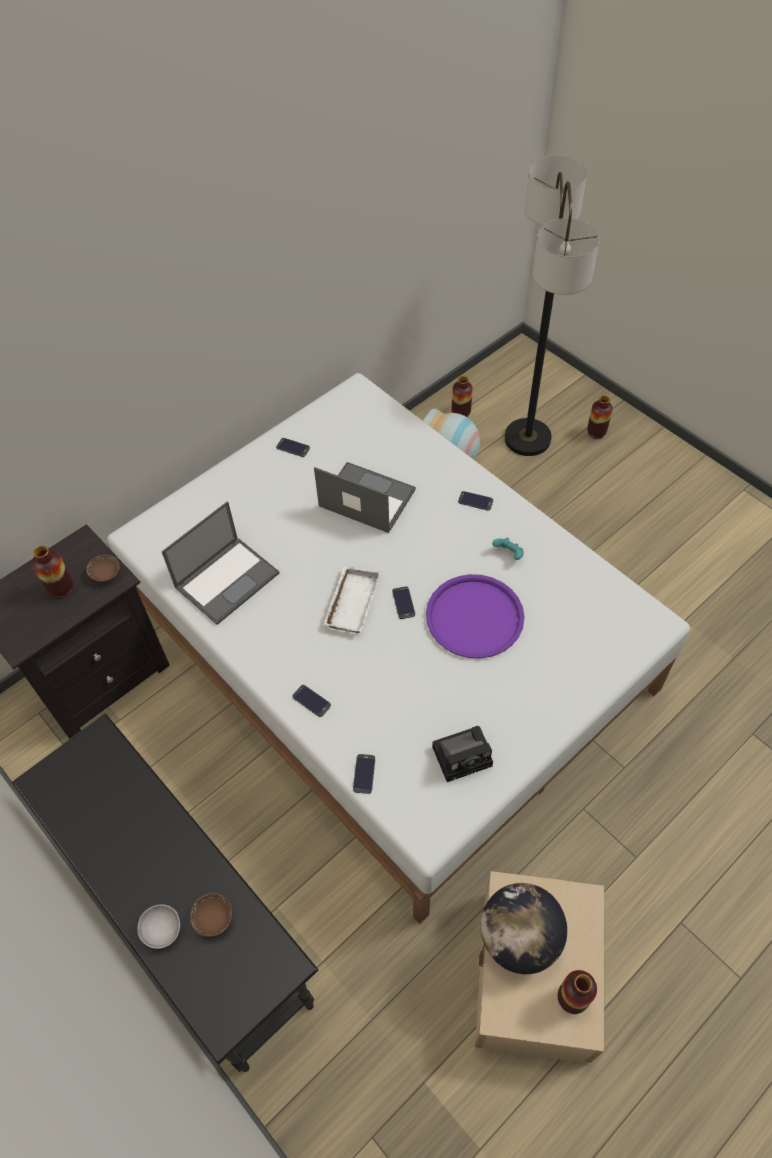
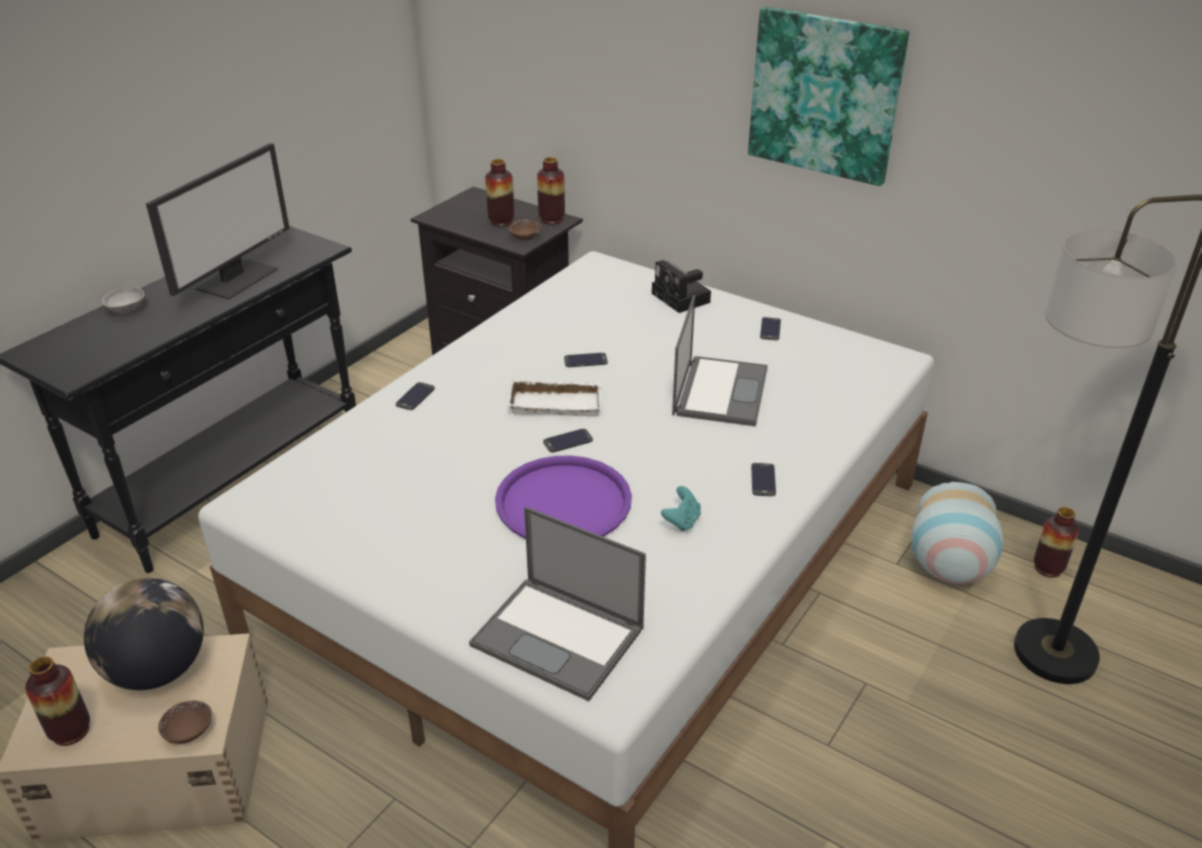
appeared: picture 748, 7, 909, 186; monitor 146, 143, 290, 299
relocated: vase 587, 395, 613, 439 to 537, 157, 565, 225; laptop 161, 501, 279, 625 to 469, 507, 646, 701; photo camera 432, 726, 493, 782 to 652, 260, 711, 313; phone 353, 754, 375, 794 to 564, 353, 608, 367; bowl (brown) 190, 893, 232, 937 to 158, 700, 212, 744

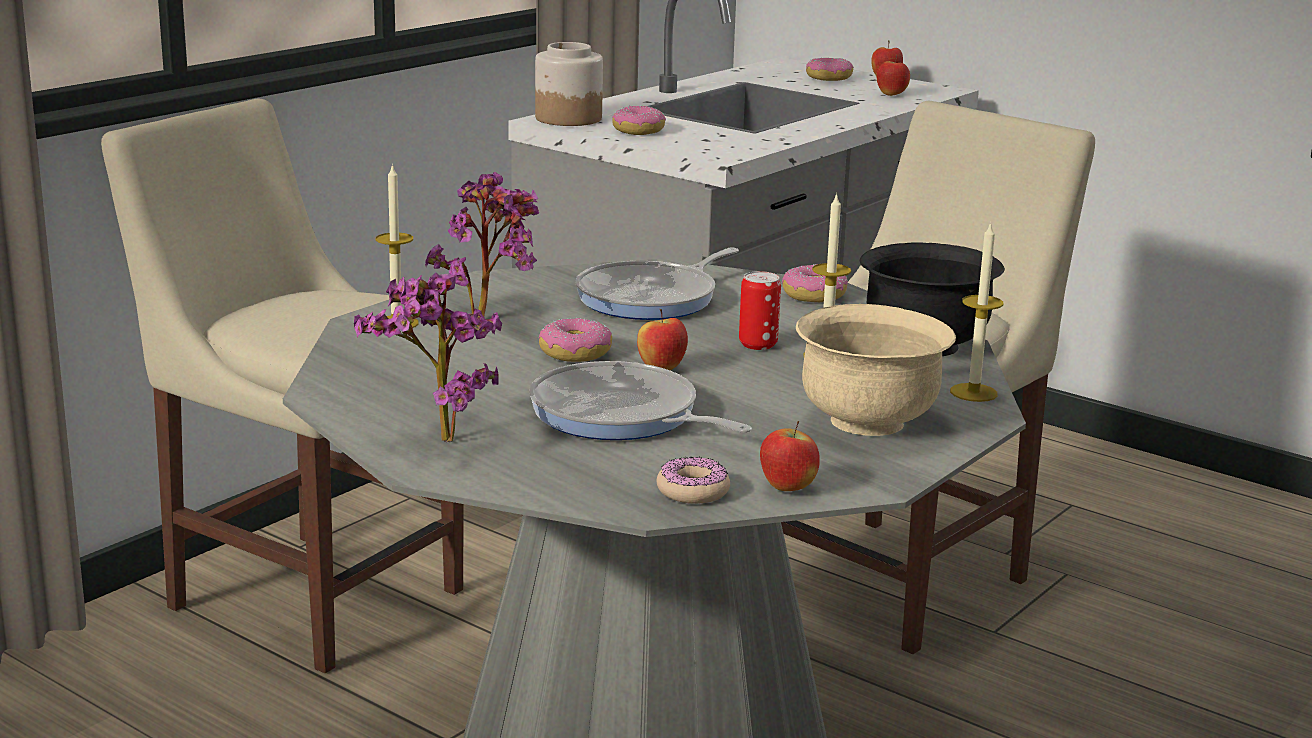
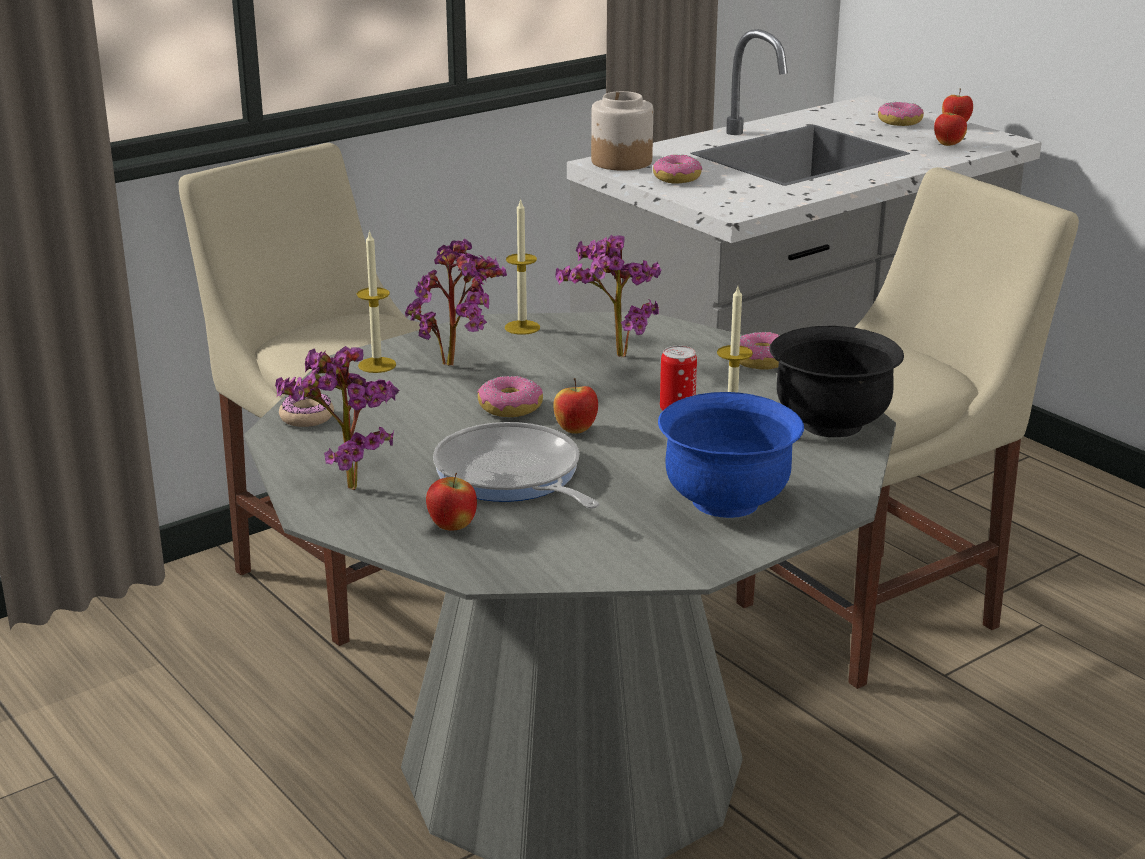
relocated: candle 950, 222, 1004, 402 to 505, 198, 540, 335; apple 760, 421, 820, 491 to 426, 473, 477, 530; donut 657, 457, 730, 504 to 279, 394, 334, 427
exchanged: frying pan 575, 247, 739, 320 to potted plant 556, 235, 661, 358
colour: bowl (beige) 796, 304, 956, 436 to bowl (blue) 658, 392, 804, 518

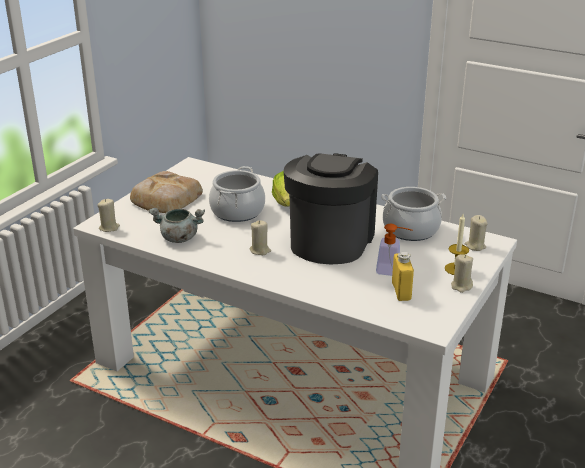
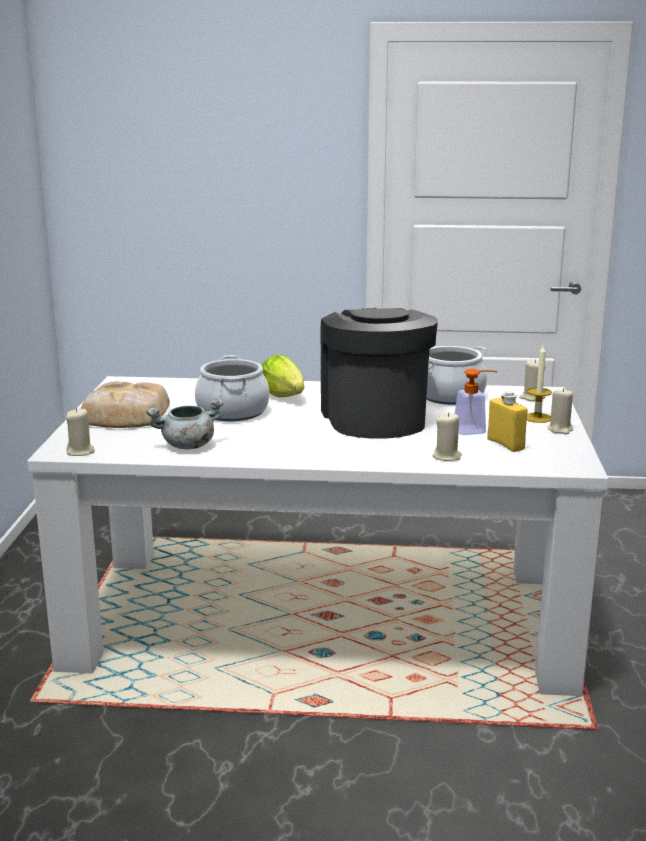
relocated: candle (beige) 250, 220, 271, 255 to 433, 413, 462, 461

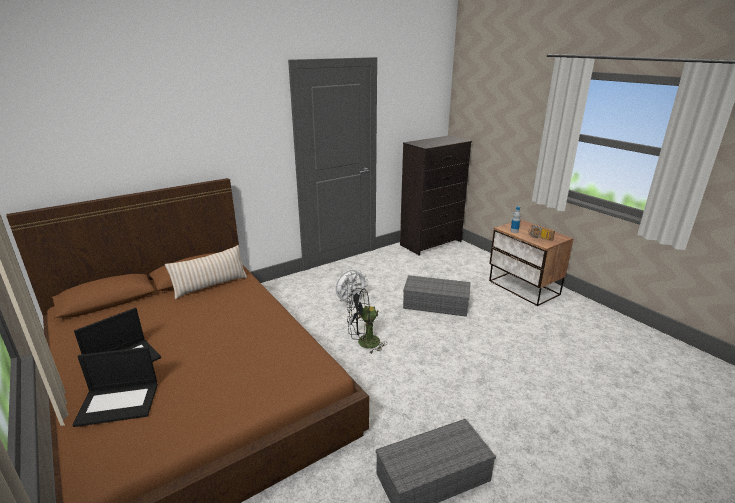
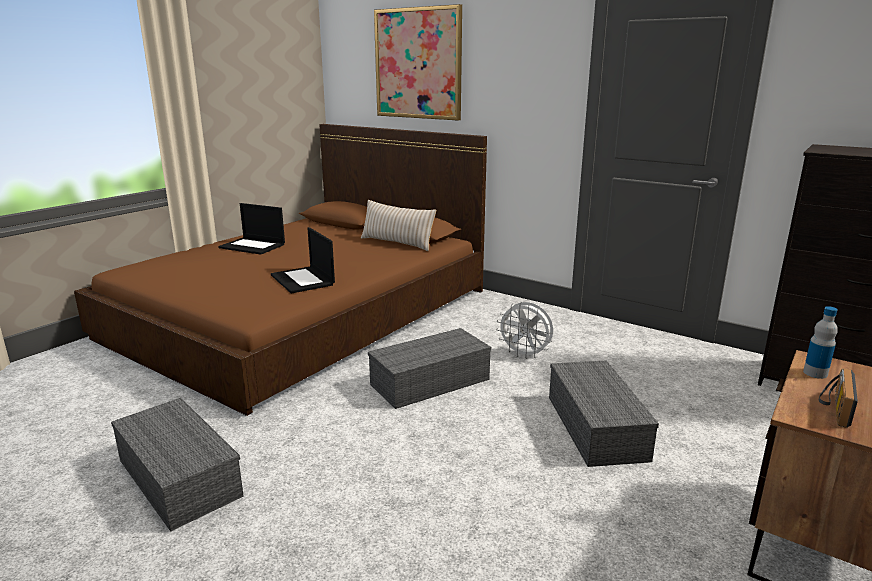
appeared: picture 374, 4, 462, 120
relocated: laptop 73, 347, 158, 427 to 271, 227, 335, 293
exchanged: fan (black) 347, 288, 388, 354 to storage box (grey) 368, 328, 491, 409

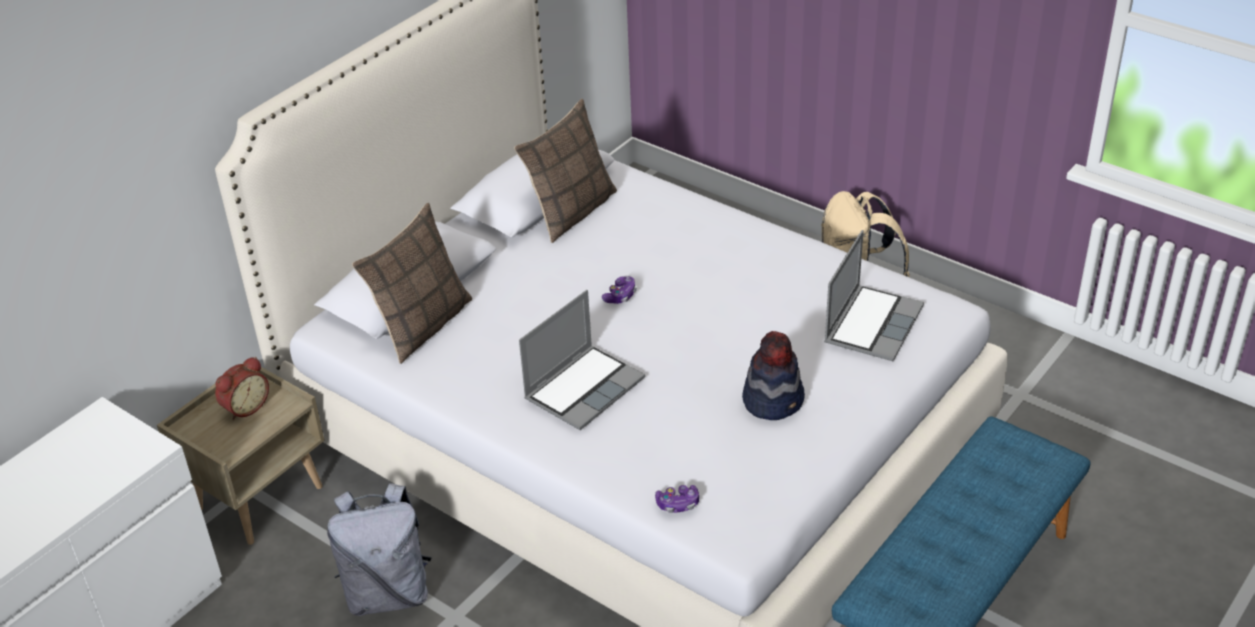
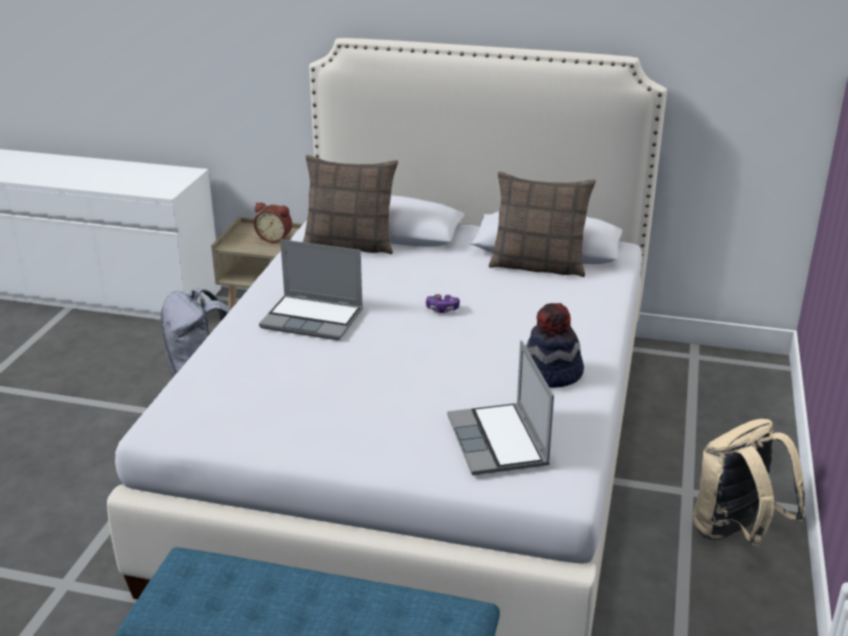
missing: game controller 655, 485, 699, 513
relocated: hat 742, 331, 805, 420 to 526, 303, 584, 388
spun: laptop 824, 230, 924, 361 = 447, 340, 554, 475 75 degrees clockwise

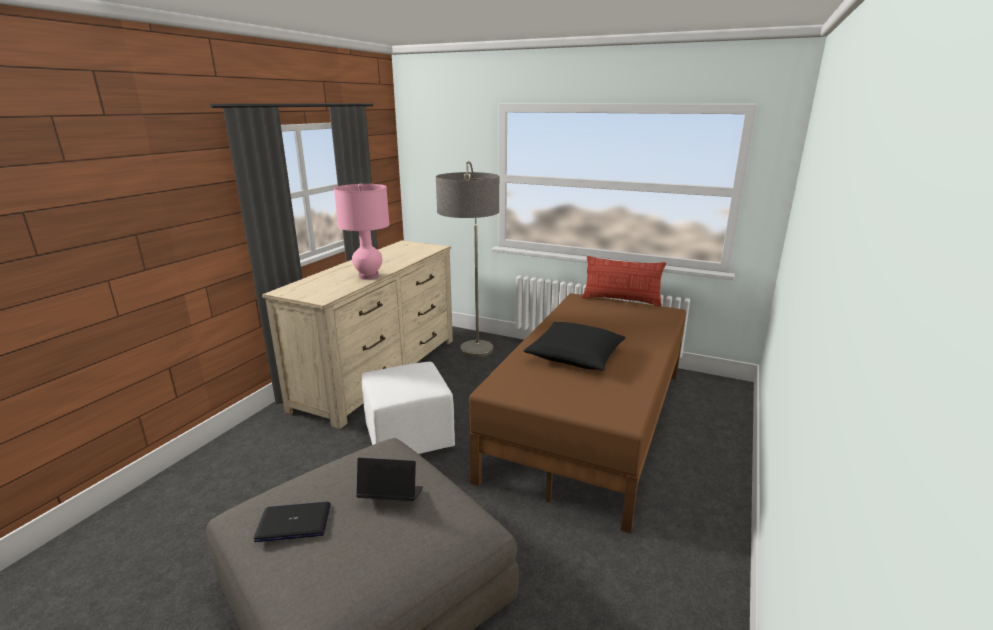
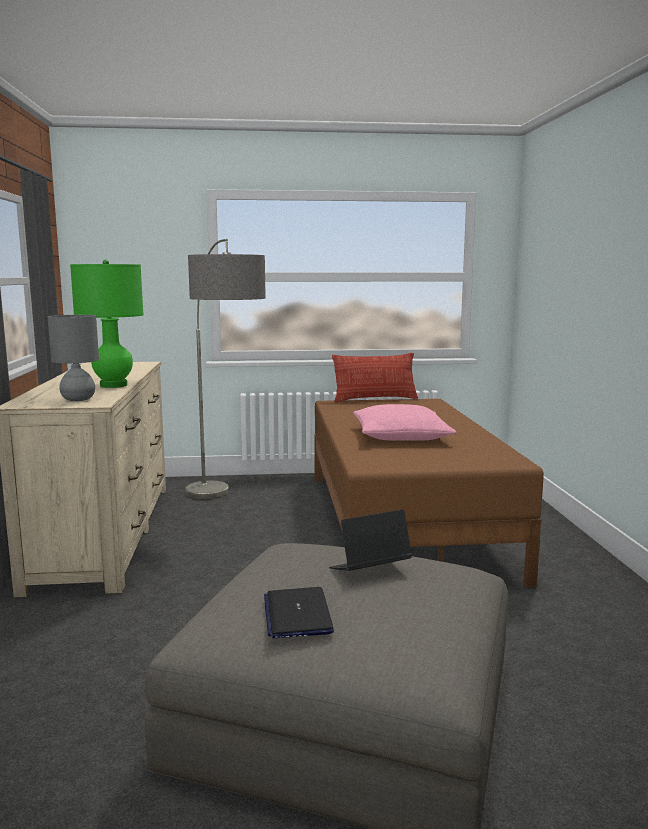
missing: ottoman (white) 361, 361, 455, 454
appeared: table lamp (grey) 48, 315, 99, 401
colour: table lamp (pink) 334, 184, 390, 280 to table lamp (green) 70, 260, 144, 388; pillow (black) 523, 322, 625, 371 to pillow (pink) 354, 404, 456, 441
spun: laptop 254, 501, 331, 542 = 264, 587, 334, 638 60 degrees counterclockwise

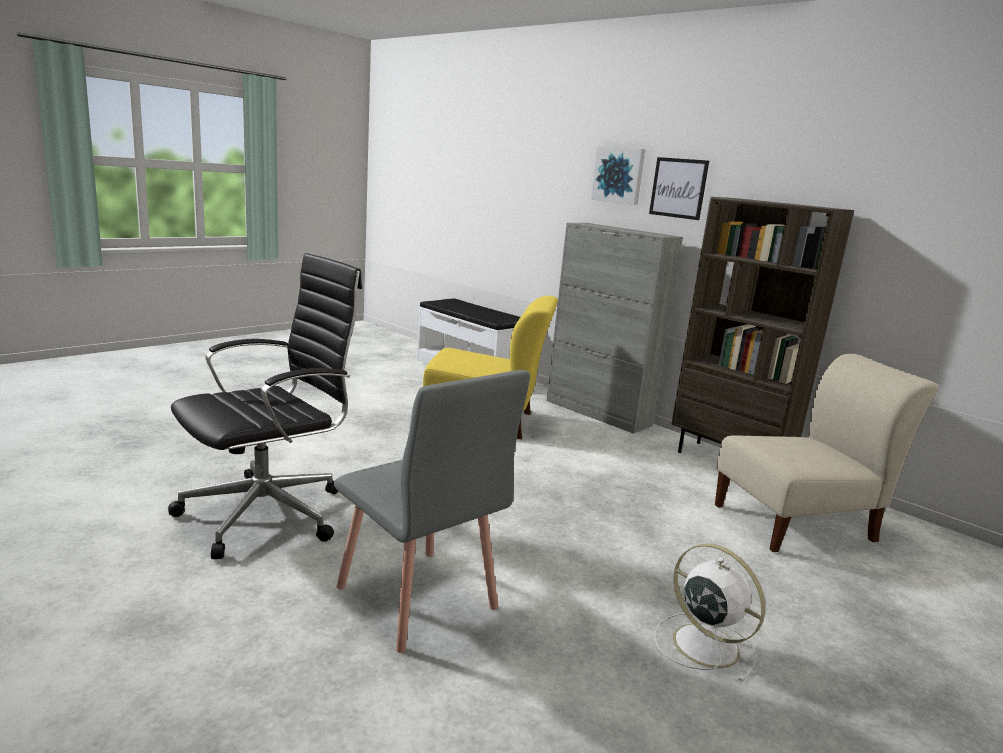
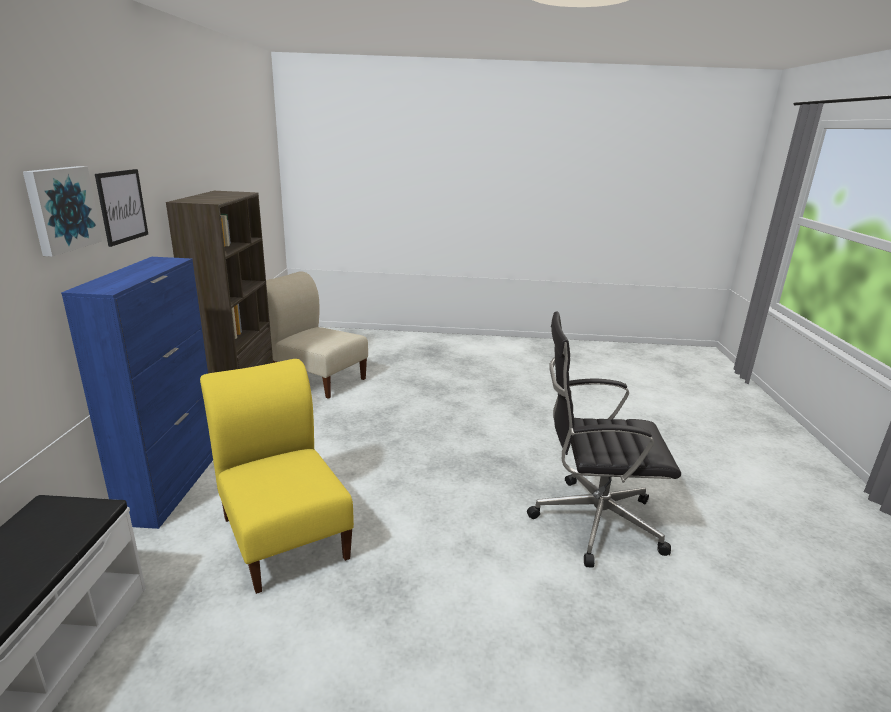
missing: chair (grey) 334, 370, 530, 653; fan (white) 654, 544, 765, 682
colour: cabinet (grey) 547, 223, 683, 434 to cabinet (blue) 61, 257, 213, 529

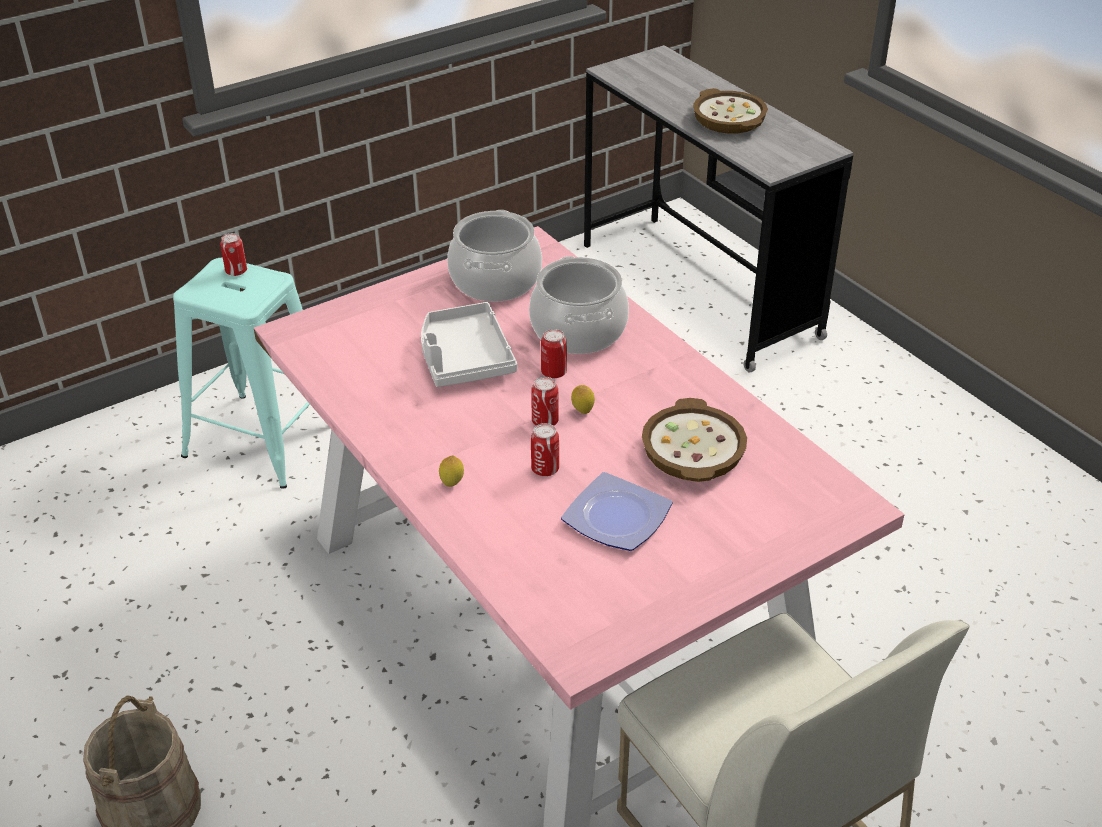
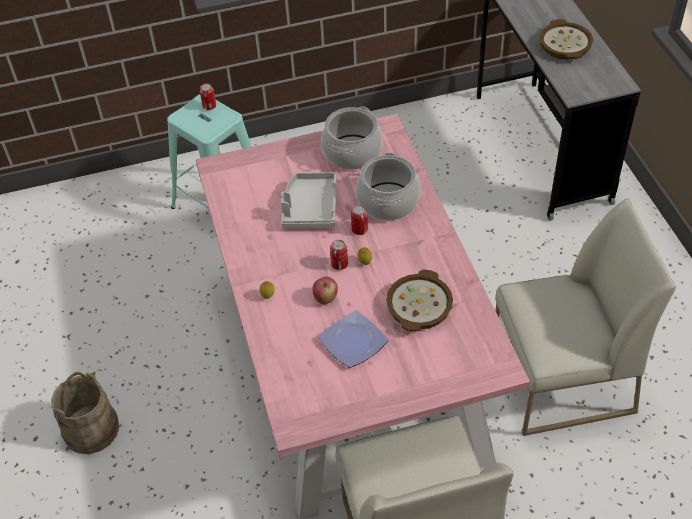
appeared: chair (white) 495, 198, 676, 436
exchanged: can 531, 423, 559, 476 to apple 313, 277, 338, 304

